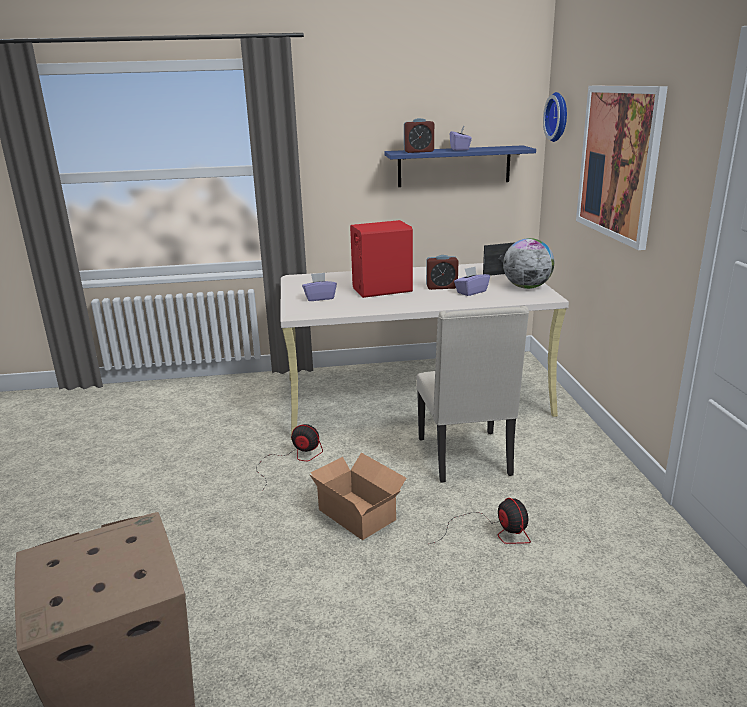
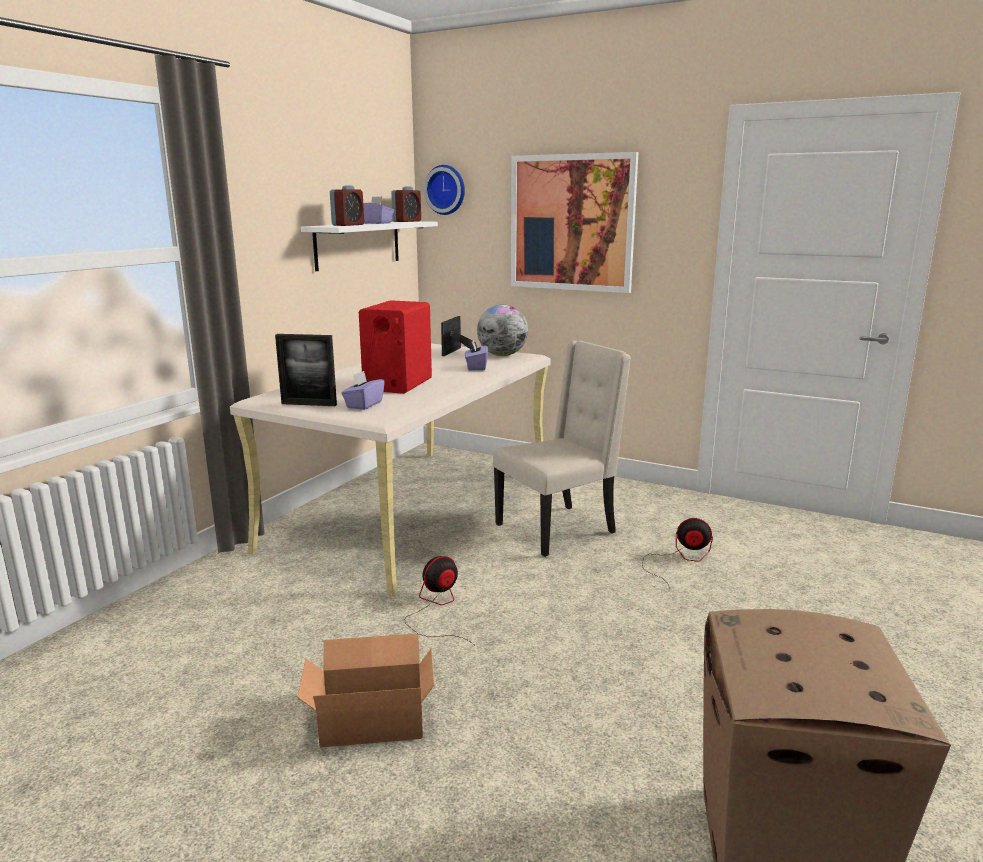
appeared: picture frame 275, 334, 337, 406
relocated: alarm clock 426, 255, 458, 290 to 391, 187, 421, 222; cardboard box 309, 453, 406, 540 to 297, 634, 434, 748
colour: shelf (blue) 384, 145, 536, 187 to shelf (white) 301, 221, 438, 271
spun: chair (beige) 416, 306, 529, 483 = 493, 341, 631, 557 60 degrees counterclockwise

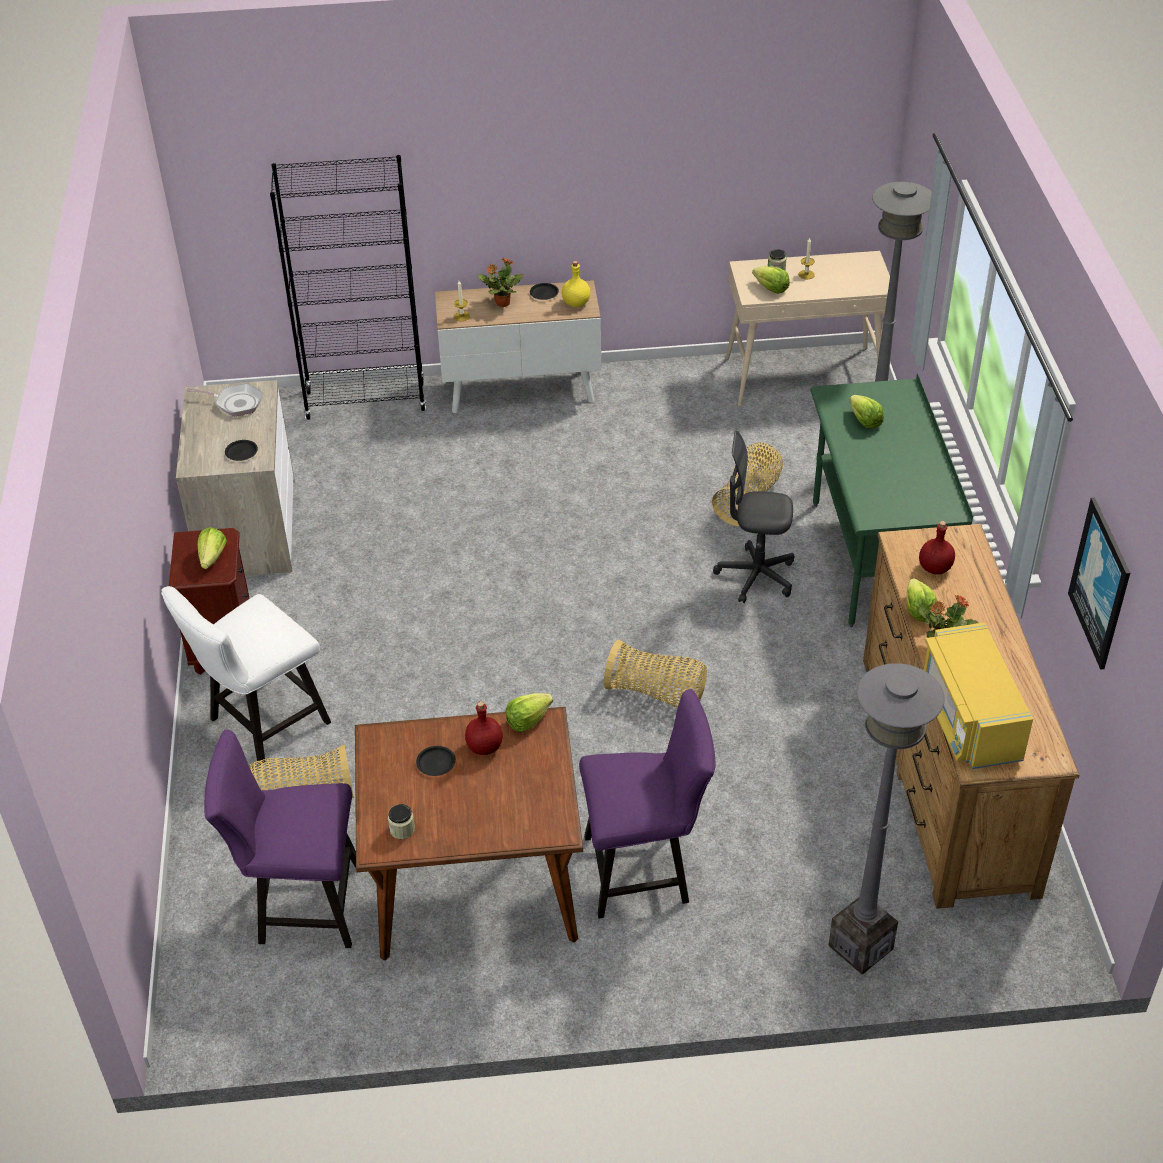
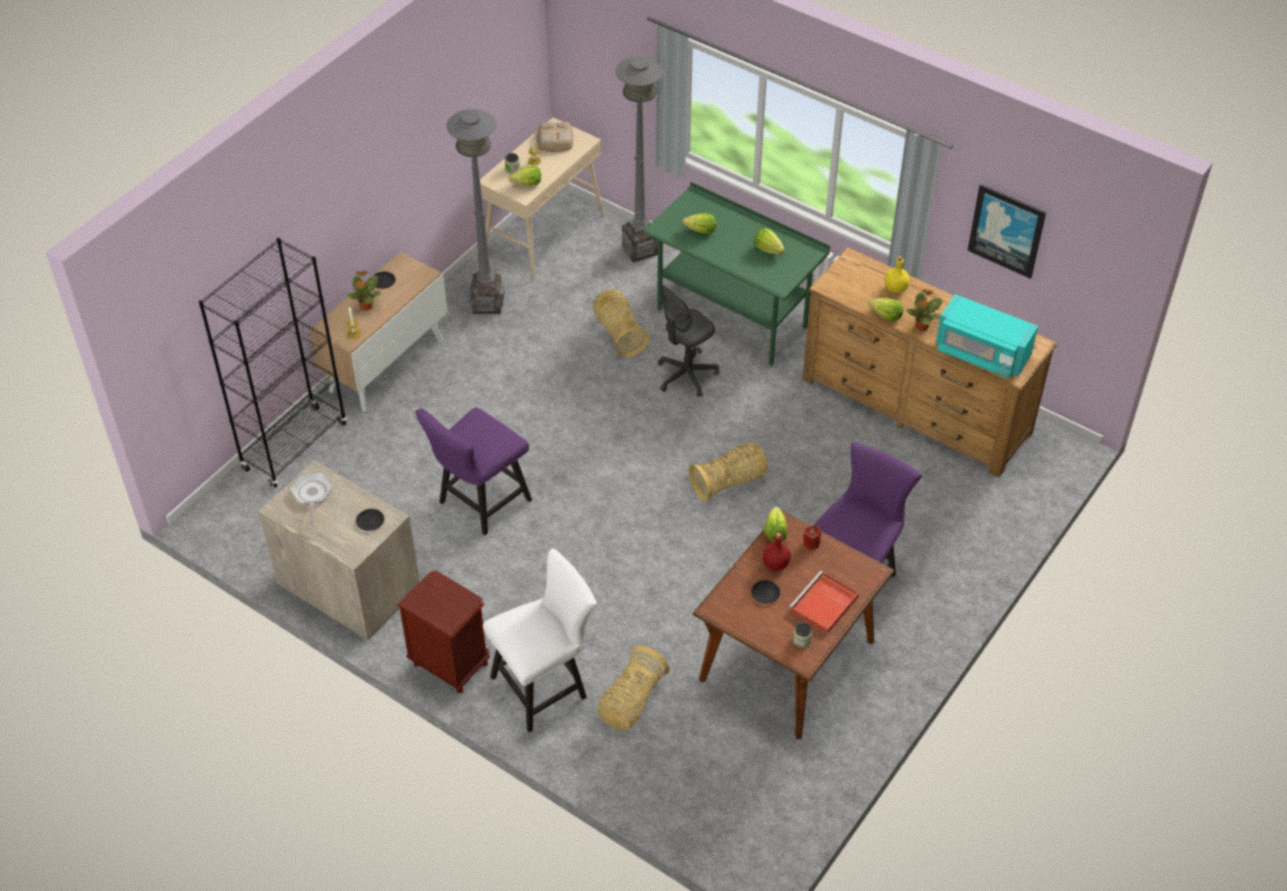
missing: bottle (red) 919, 521, 955, 575
appeared: bread 537, 122, 573, 152; candle (red) 803, 525, 821, 550; tray (red) 789, 571, 859, 634
relocated: bottle (yellow) 562, 261, 591, 307 to 885, 256, 909, 293; lettuce 197, 527, 227, 569 to 754, 228, 785, 254; floor lamp (grey) 828, 663, 945, 975 to 447, 109, 505, 314; chair (purple) 204, 729, 356, 948 to 415, 407, 532, 535
colour: microwave (yellow) 924, 622, 1033, 769 to microwave (turquoise) 936, 294, 1038, 378
spun: frying pan 187, 383, 263, 417 = 290, 472, 333, 523 60 degrees counterclockwise; chair (white) 161, 586, 331, 765 = 483, 548, 597, 732 120 degrees counterclockwise

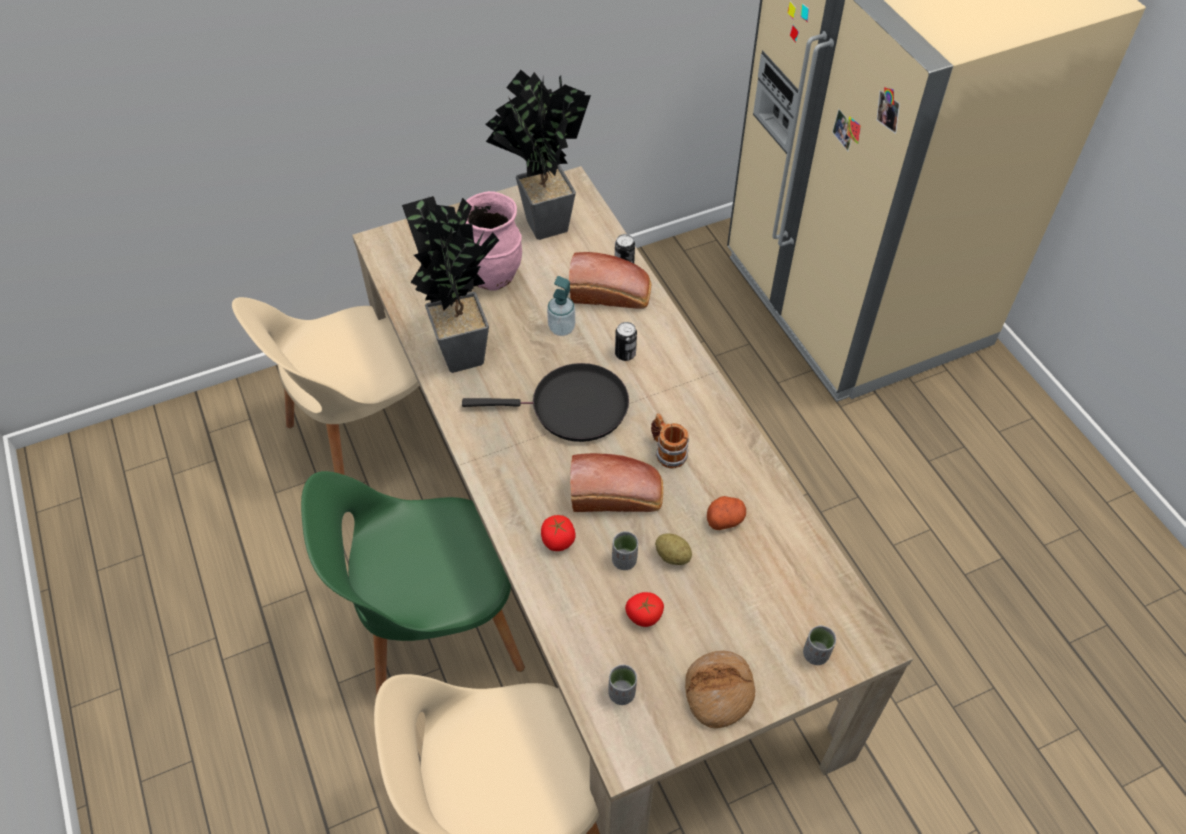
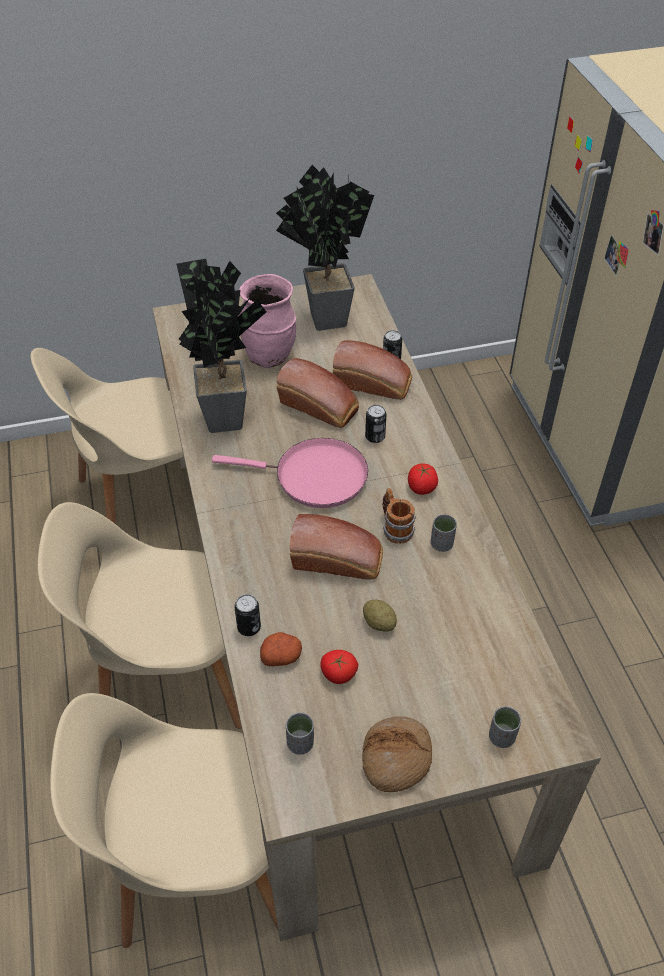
appeared: can 234, 594, 261, 636
relocated: potato 707, 496, 746, 530 to 260, 632, 302, 666; tomato 541, 515, 576, 551 to 408, 464, 438, 495; cup (grey) 612, 531, 638, 570 to 431, 514, 457, 552
exchanged: soap dispenser 547, 276, 575, 336 to bread 276, 358, 359, 428
colour: frying pan (black) 462, 363, 629, 442 to frying pan (pink) 212, 438, 368, 508; chair (green) 301, 471, 525, 696 to chair (beige) 38, 502, 242, 729

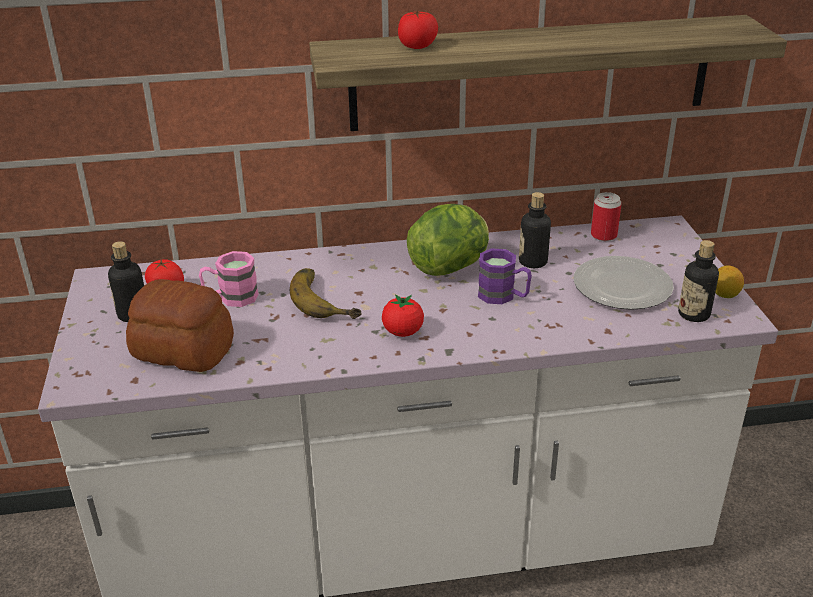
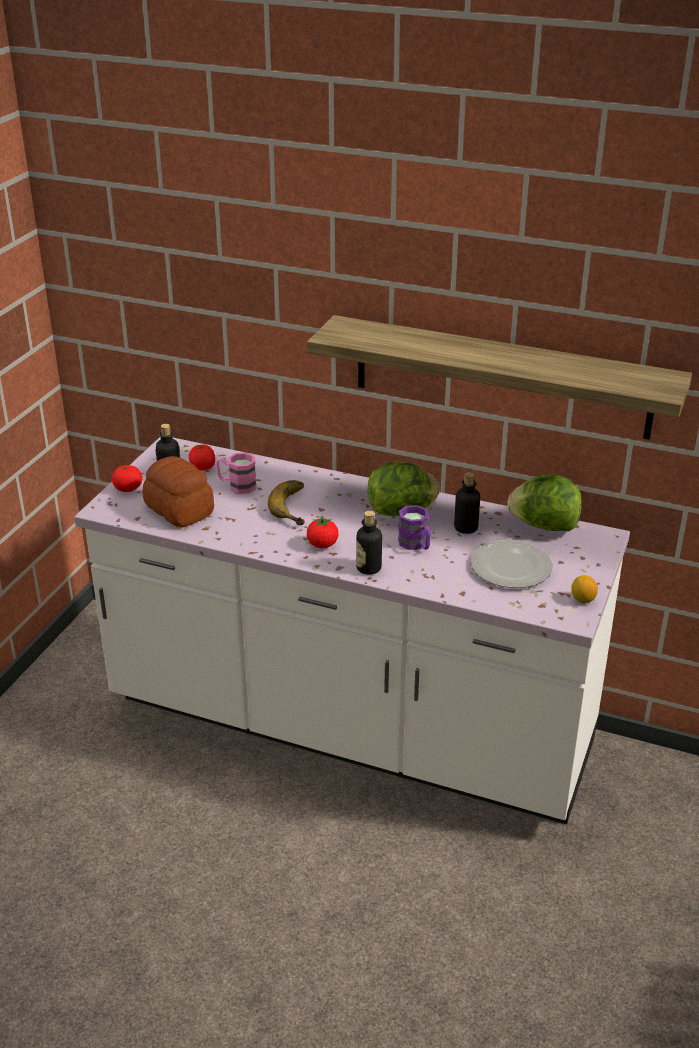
relocated: tomato 398, 11, 438, 49 to 112, 465, 142, 492; bottle 678, 240, 719, 322 to 356, 511, 382, 575
exchanged: can 591, 192, 622, 241 to lettuce 508, 474, 582, 531

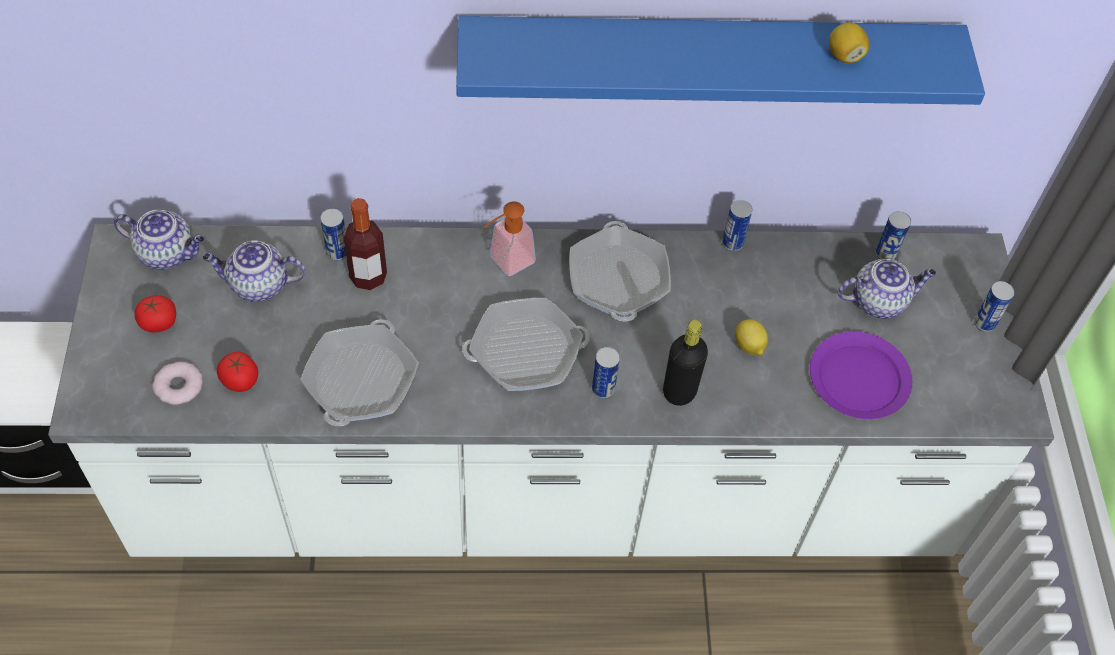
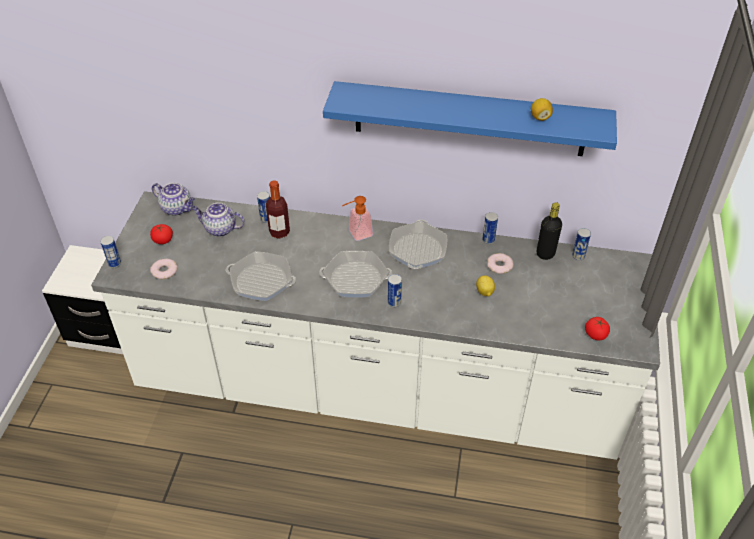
missing: teapot 838, 259, 936, 318; plate (purple) 810, 331, 912, 419
appeared: donut 487, 253, 514, 274
relocated: can 974, 281, 1015, 332 to 100, 236, 121, 268; bottle (black) 663, 320, 708, 406 to 537, 202, 562, 260; tomato 217, 352, 258, 392 to 585, 317, 610, 340
spun: frying pan 300, 319, 419, 426 = 226, 251, 296, 301 105 degrees counterclockwise

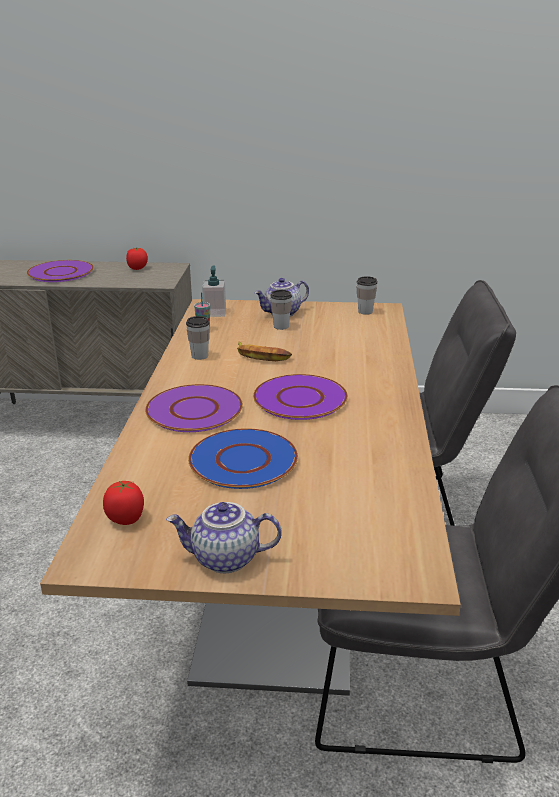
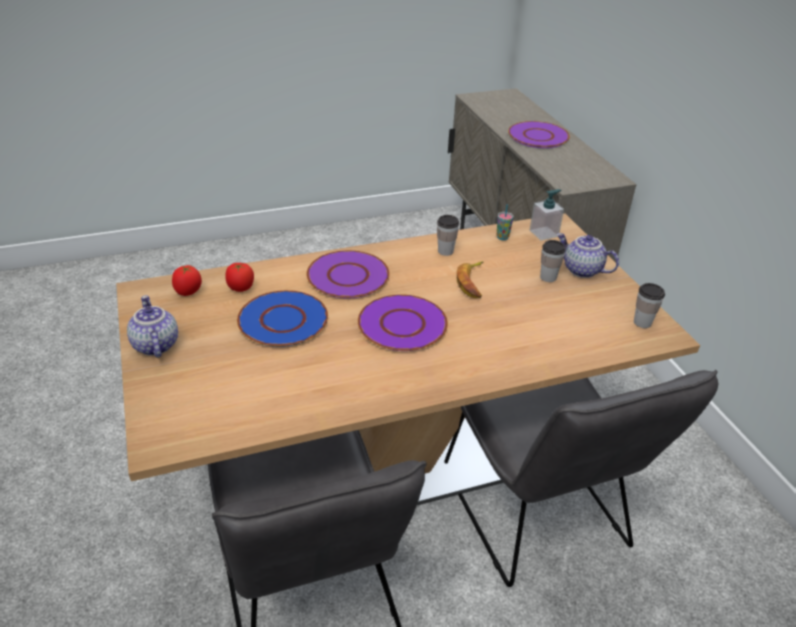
relocated: tomato 126, 248, 148, 270 to 225, 263, 254, 292

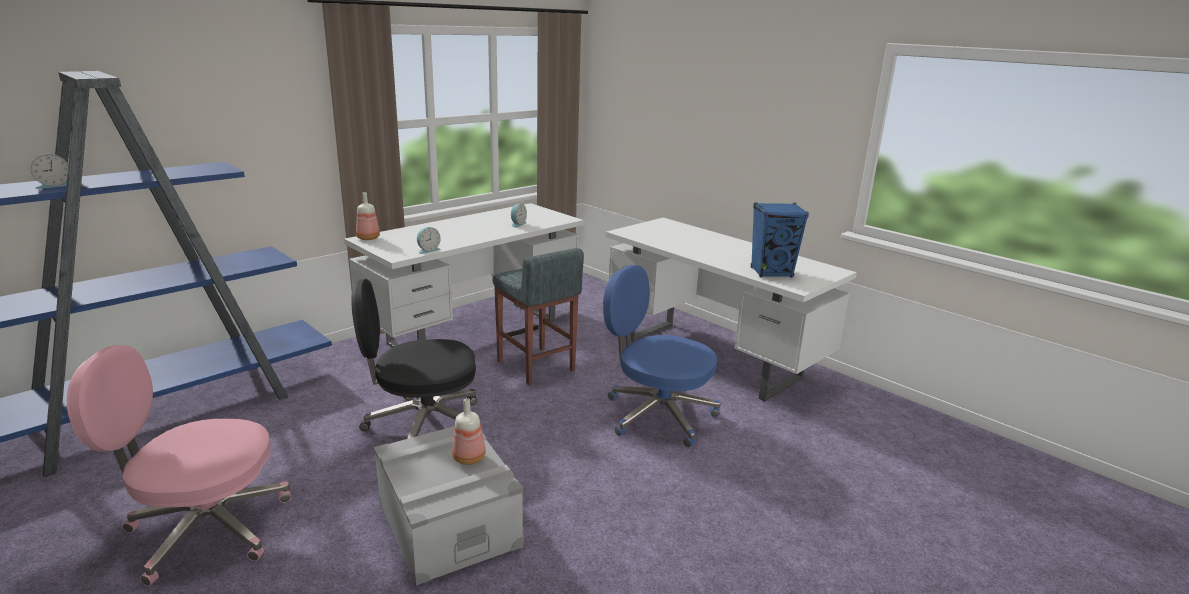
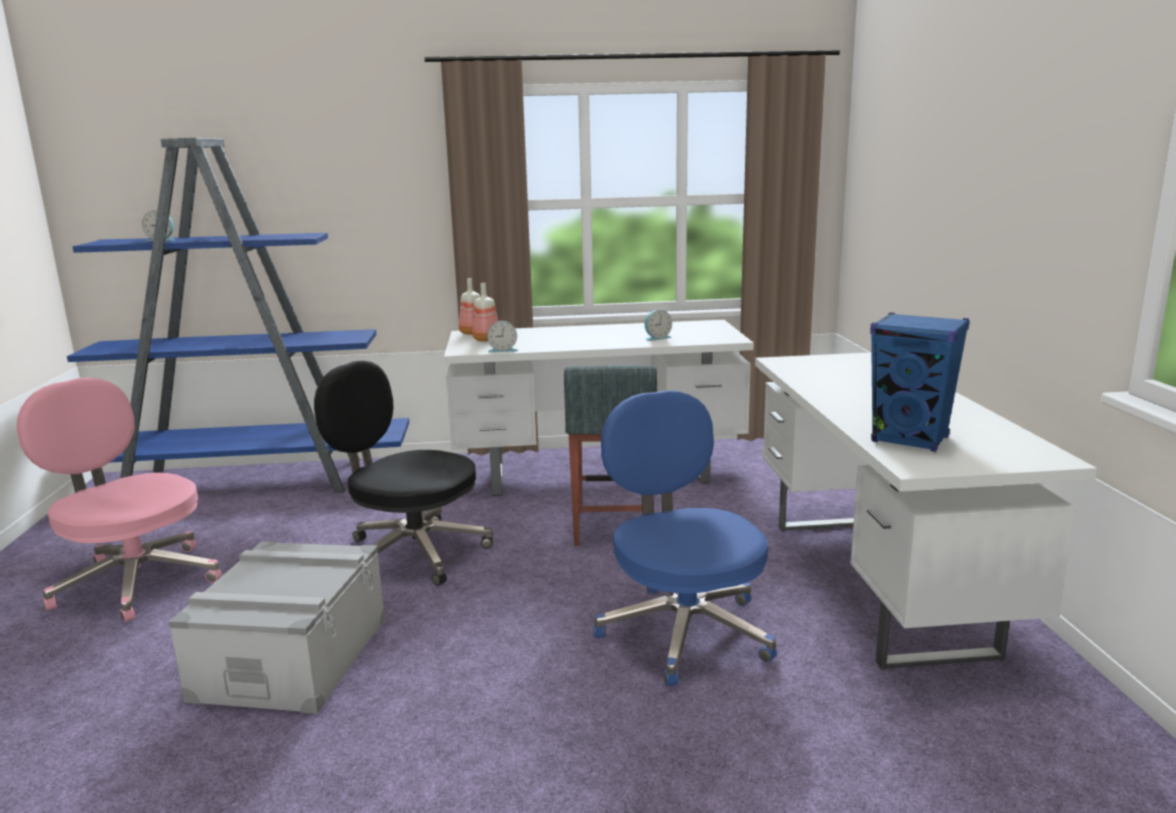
relocated: bottle 452, 398, 486, 465 to 472, 283, 498, 342

